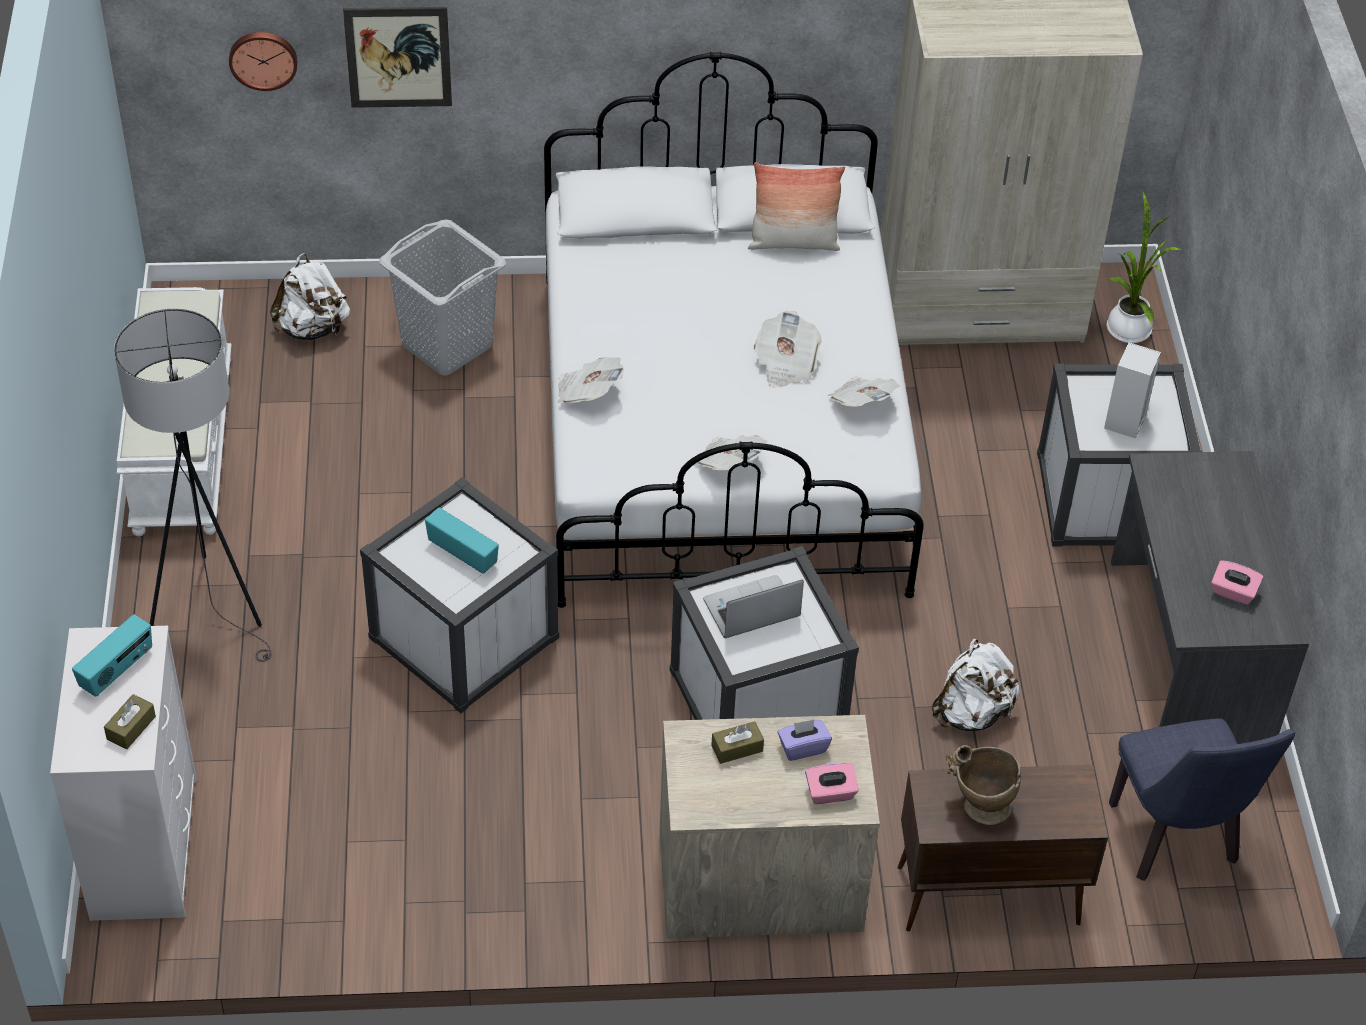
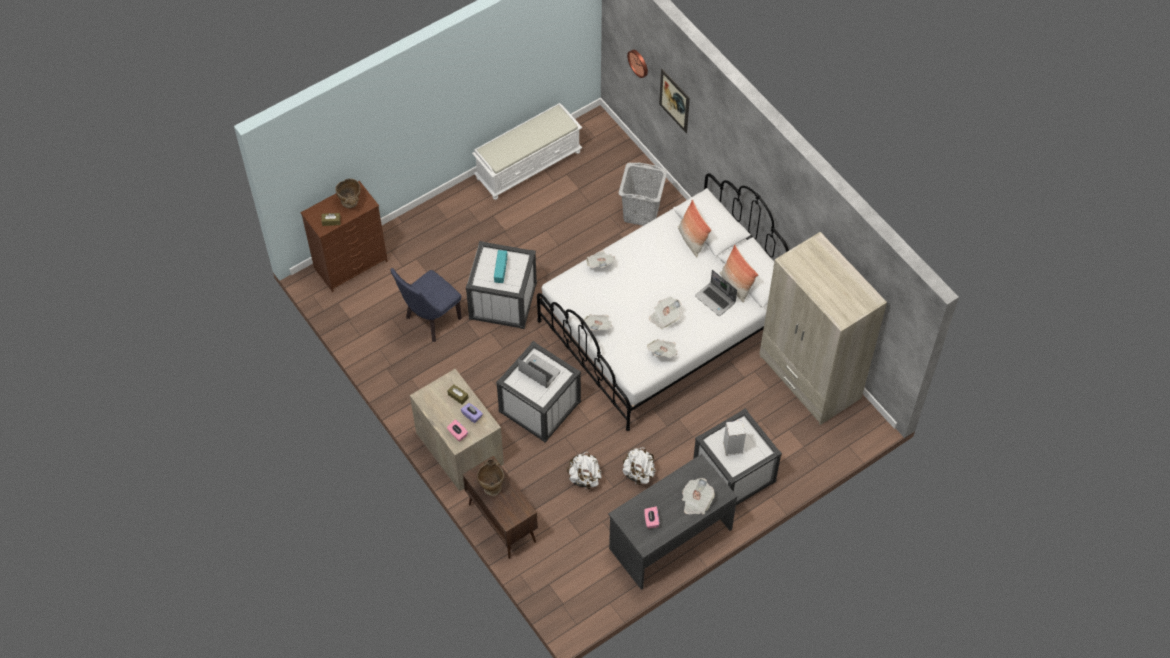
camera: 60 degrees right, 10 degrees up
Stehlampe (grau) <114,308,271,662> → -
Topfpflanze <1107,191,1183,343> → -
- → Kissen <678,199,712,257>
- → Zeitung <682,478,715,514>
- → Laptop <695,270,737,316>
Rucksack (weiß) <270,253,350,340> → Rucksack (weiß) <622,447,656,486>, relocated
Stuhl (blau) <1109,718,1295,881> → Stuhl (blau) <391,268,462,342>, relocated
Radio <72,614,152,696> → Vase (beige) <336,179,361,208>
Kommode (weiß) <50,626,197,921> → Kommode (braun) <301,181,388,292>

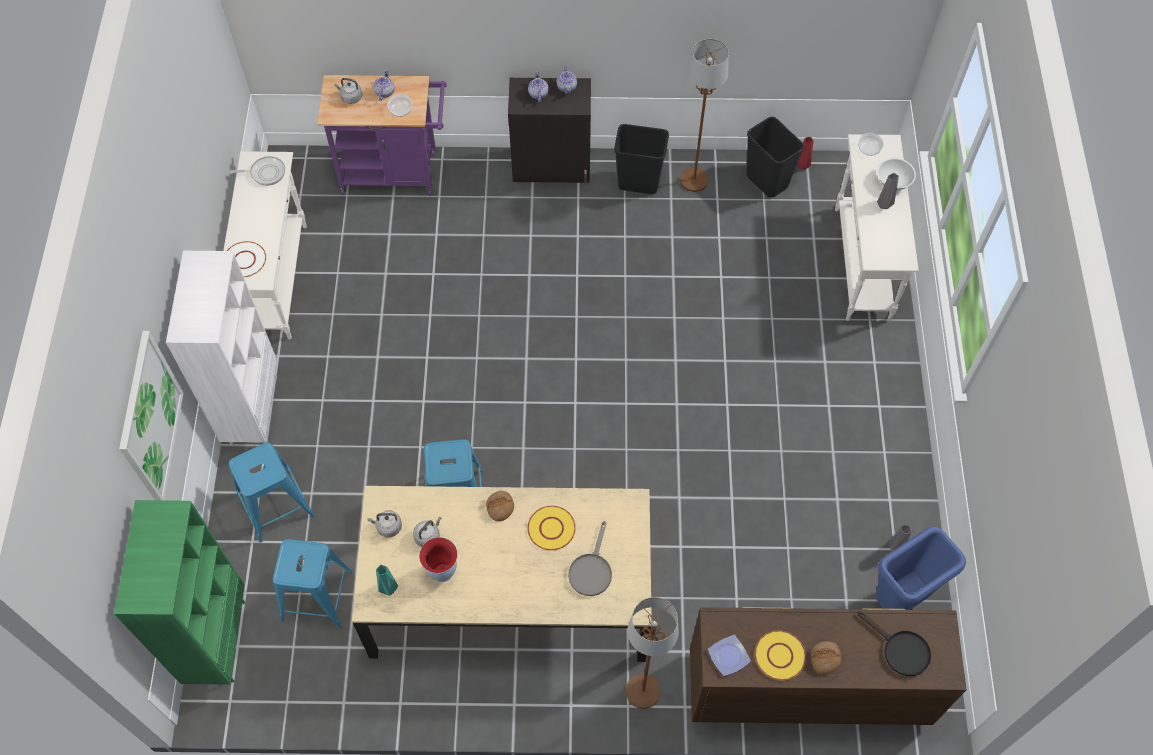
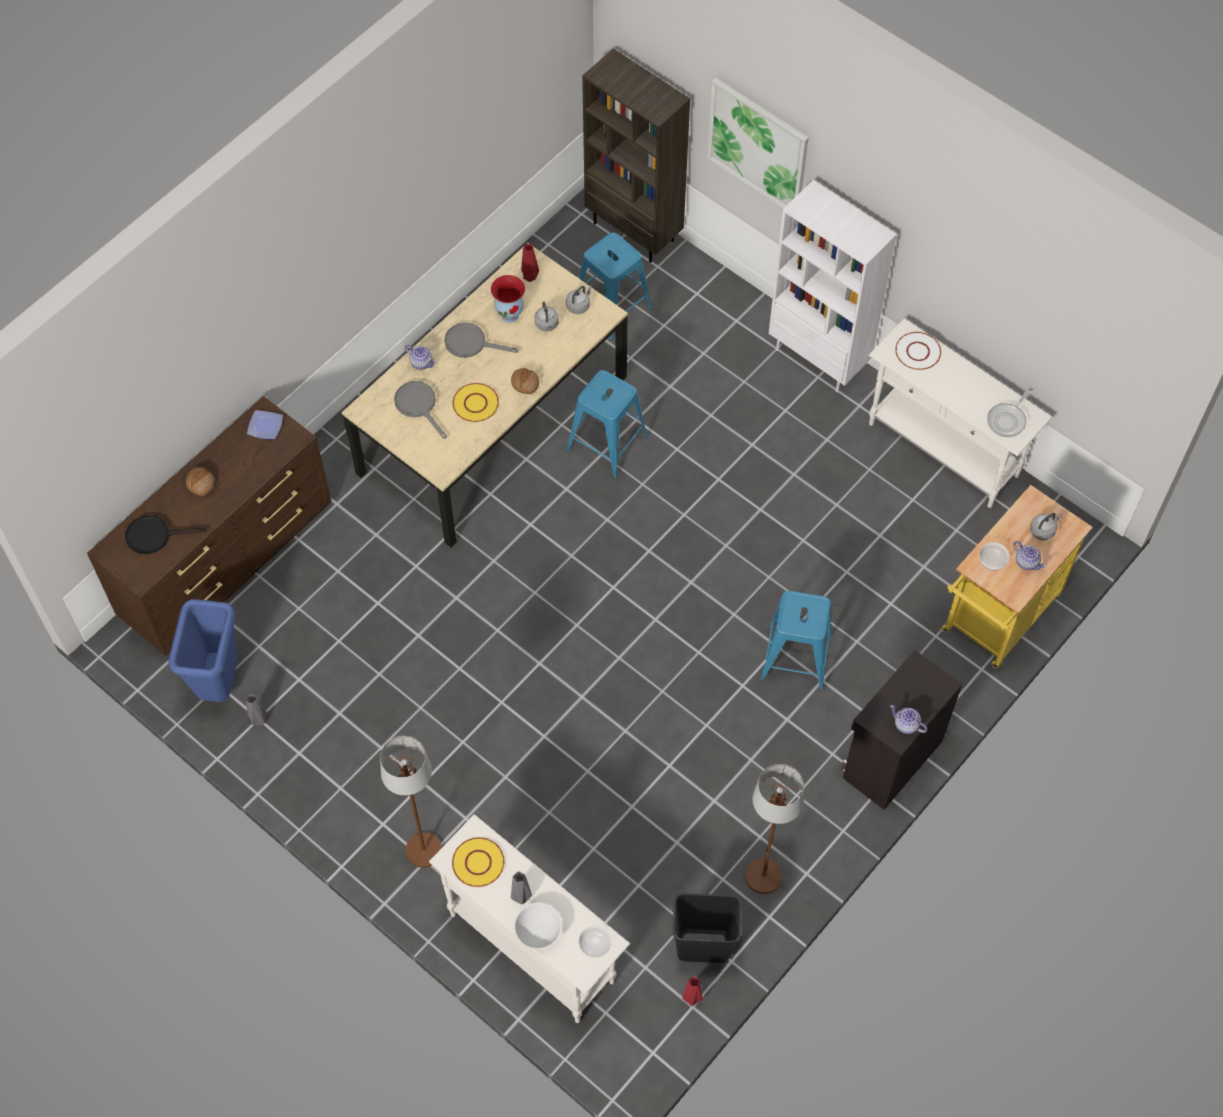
camera: 130 degrees right, 0 degrees up
Mülleimer (schwarz) <614,124,669,194> → -
- → Pfanne (grau) <444,323,519,358>
Hocker (blau) <229,442,314,543> → Hocker (blau) <760,591,832,690>, relocated
Teekanne <528,71,549,102> → Teekanne <405,345,436,370>, relocated
Stehlampe (braun) <626,597,679,709> → Stehlampe (braun) <380,736,442,868>, relocated
Teller (gelb) <755,630,806,681> → Teller (gelb) <452,837,504,887>, relocated
Bücherregal (grün) <114,500,245,685> → Bücherregal (braun) <582,49,690,263>
Rollwagen (lila) <317,75,447,195> → Rollwagen (gelb) <942,485,1092,668>
Vase (türkis) <376,565,398,596> → Vase (rot) <521,244,539,282>

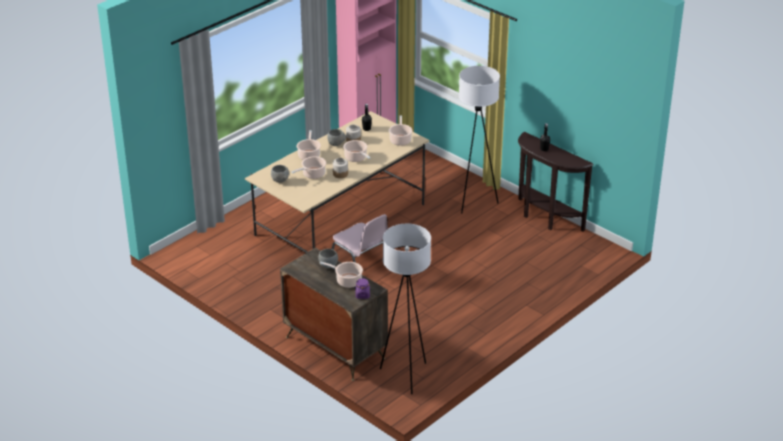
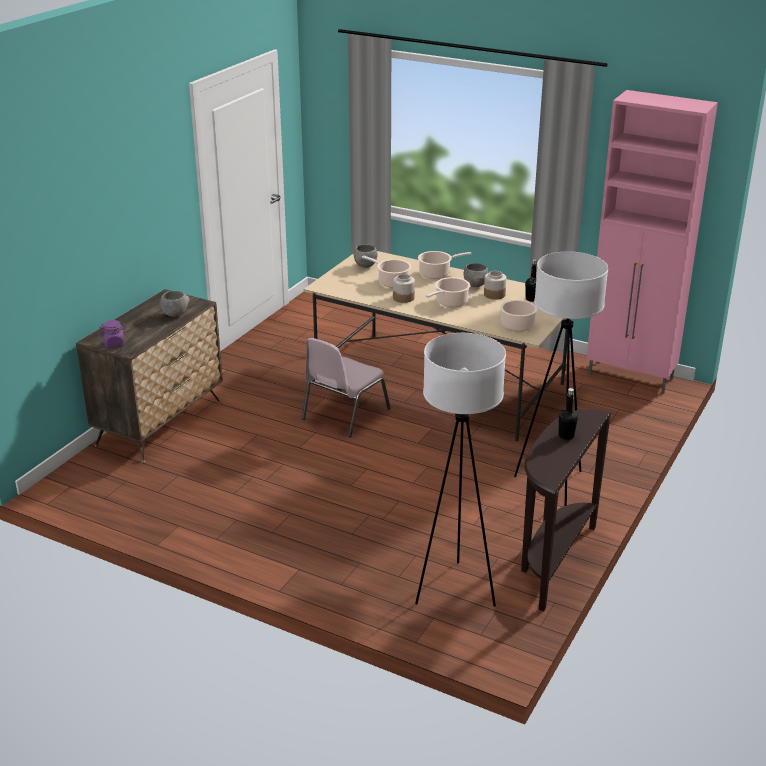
camera: 75 degrees right, 5 degrees down
Kochtopf <320,262,363,288> → -
Stehlampe (weiß) <380,224,431,394> → Stehlampe (weiß) <415,333,506,607>, relocated

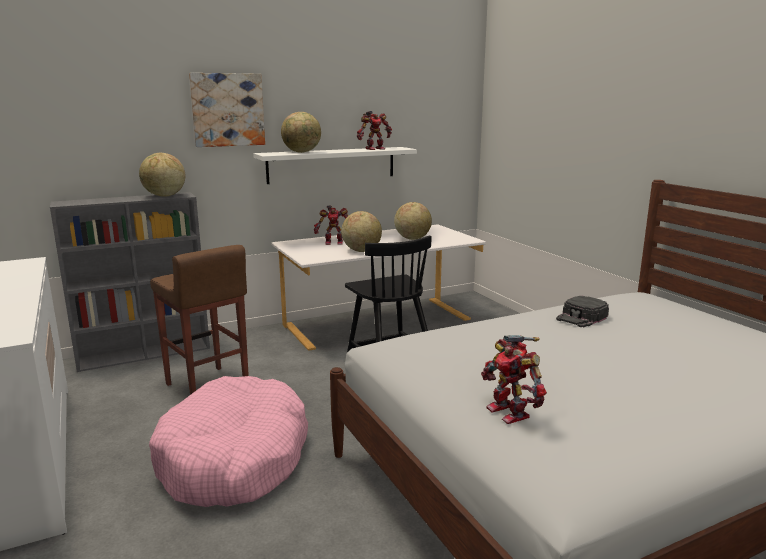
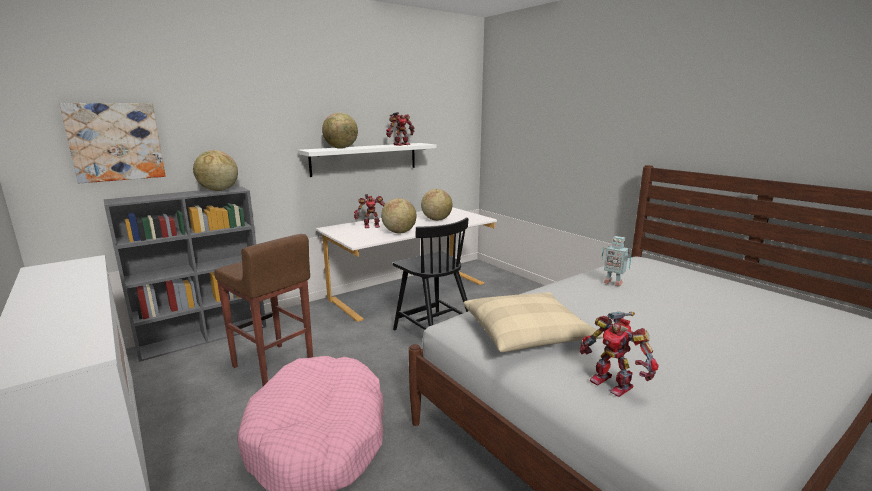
camera: 10 degrees left, 0 degrees up
- → Kissen (beige) <464,292,603,352>
Bild <189,73,265,147> → Bild <59,103,166,183>, relocated
Kappe (schwarz) <556,296,609,327> → Spielzeugroboter <601,236,631,286>

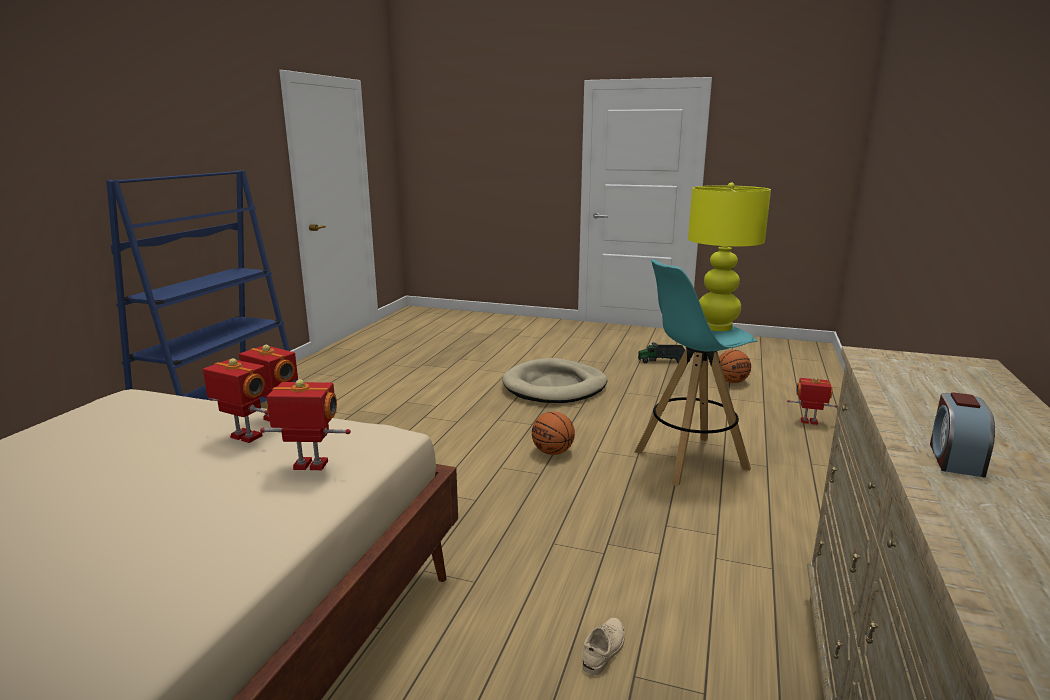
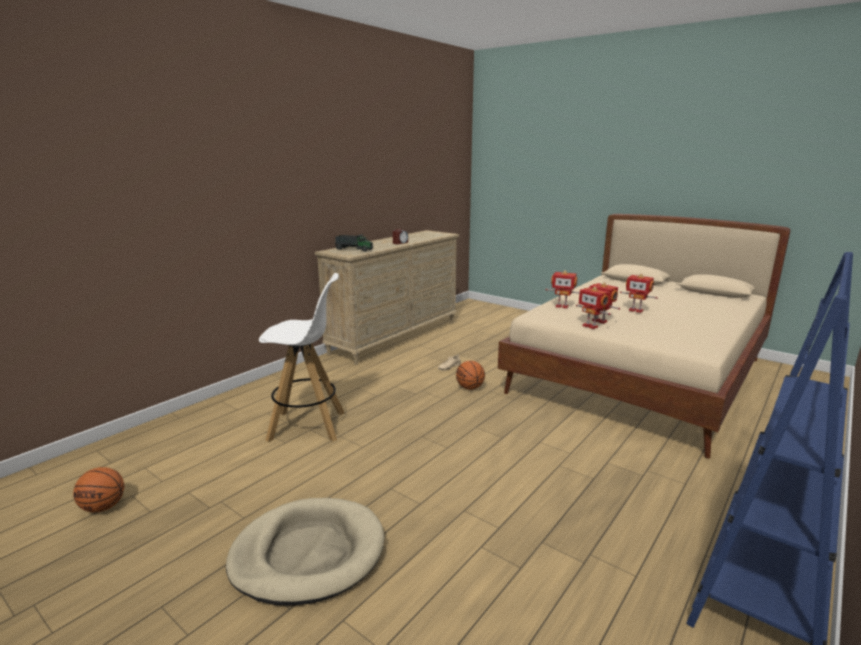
camera: 160 degrees left, 0 degrees up
Tischlampe (gelb) <688,182,771,331> → -
Basketball <532,412,575,455> → Basketball <456,361,485,390>, relocated
Spielzeuglaster <638,343,685,364> → Spielzeuglaster <335,234,373,252>, relocated
Spielzeugroboter <787,377,838,425> → Spielzeugroboter <620,274,658,313>, relocated
Hocker (türkis) <635,259,757,486> → Hocker (weiß) <259,273,344,442>

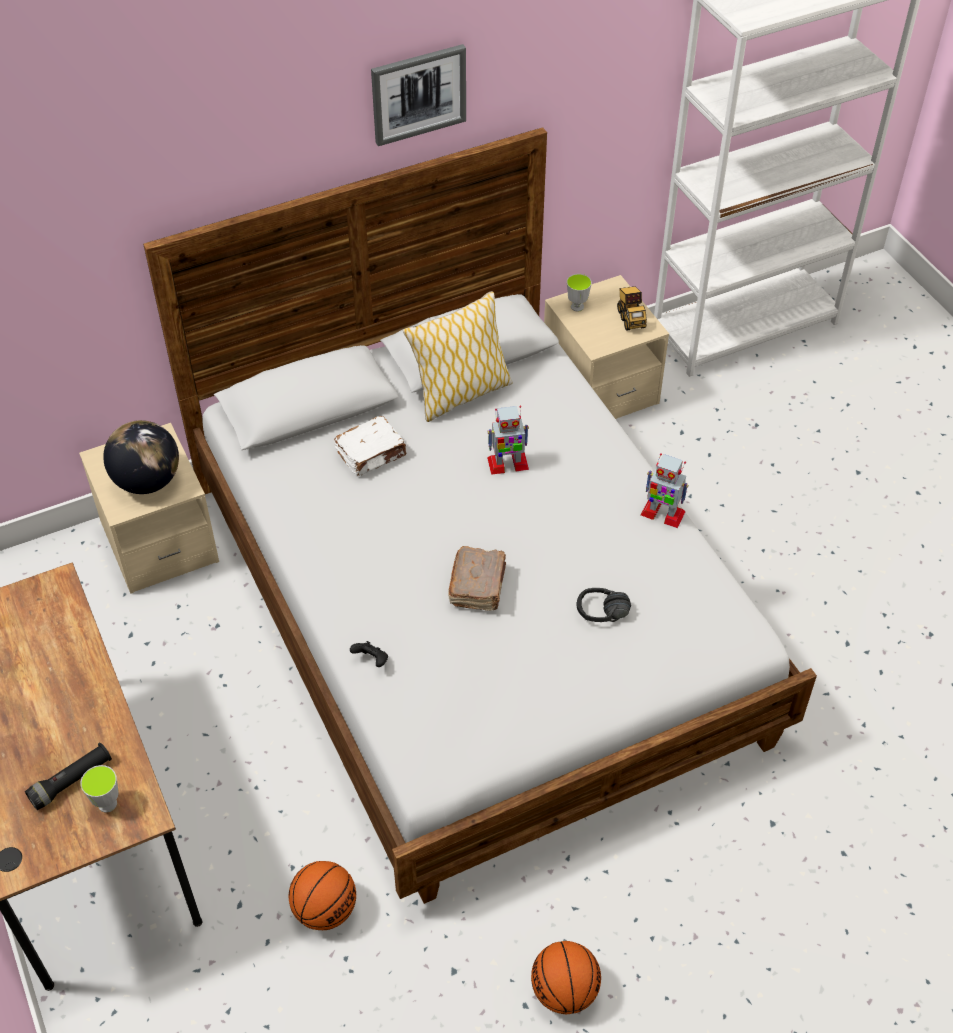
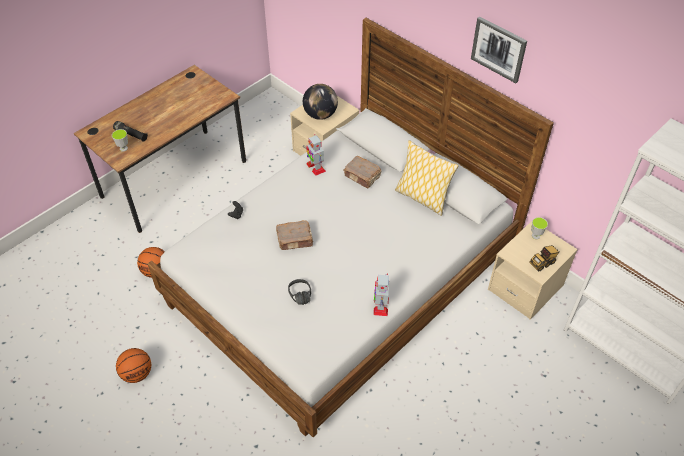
camera: 70 degrees right, 0 degrees up
Spielzeugroboter <487,406,529,475> → Spielzeugroboter <306,134,326,176>, relocated
Buch (weiß) <334,416,407,476> → Buch (braun) <343,156,381,189>

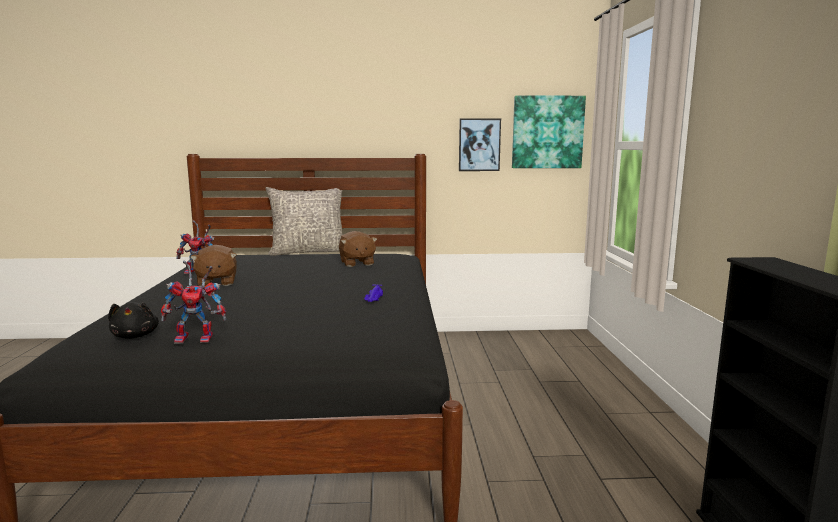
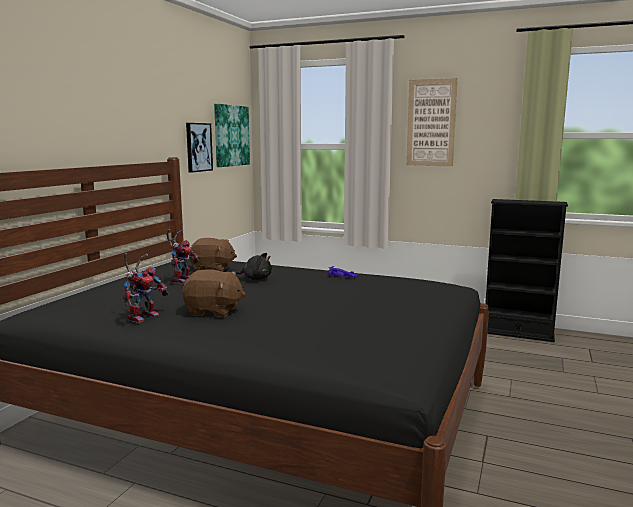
camera: 65 degrees left, 0 degrees up
Kissen (grau) <266,187,343,256> → -
- → Bild <406,78,458,166>
Plüschtier (schwarz) <108,302,159,339> → Plüschtier (schwarz) <236,253,272,280>, relocated
Spielzeugroboter <161,260,226,344> → Spielzeugroboter <166,229,199,283>, relocated

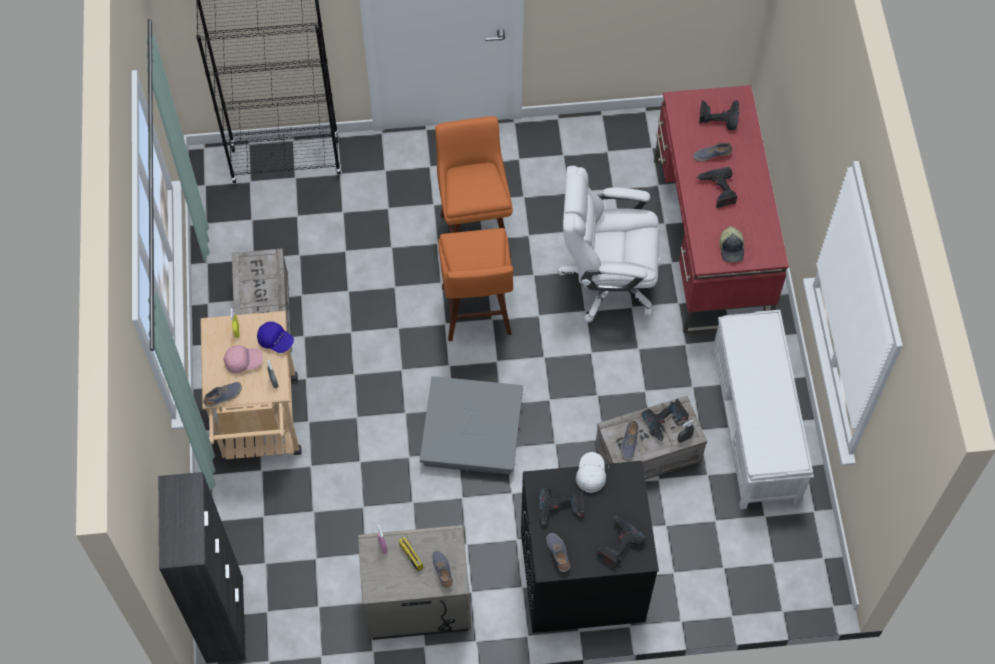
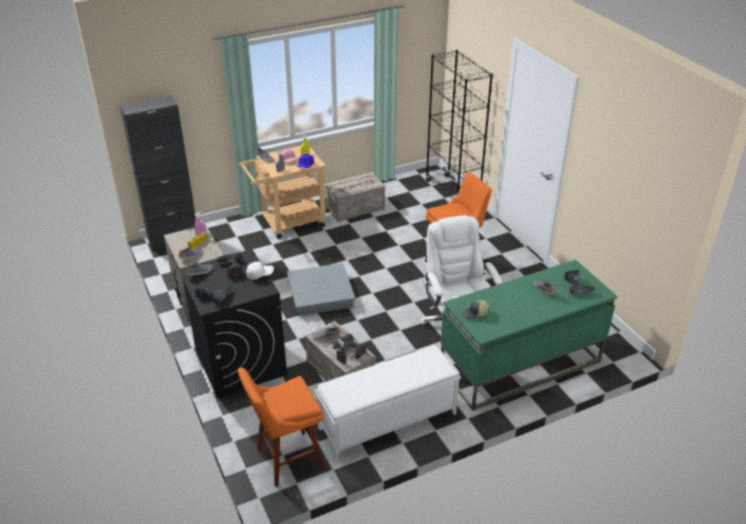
camera: 70 degrees right, 25 degrees down
Bohrmaschine <697,167,737,208> → -
Hocker (orange) <438,228,513,341> → Hocker (orange) <238,367,325,487>, relocated
Schreibtisch (rot) <654,85,789,333> → Schreibtisch (grün) <441,260,617,411>

